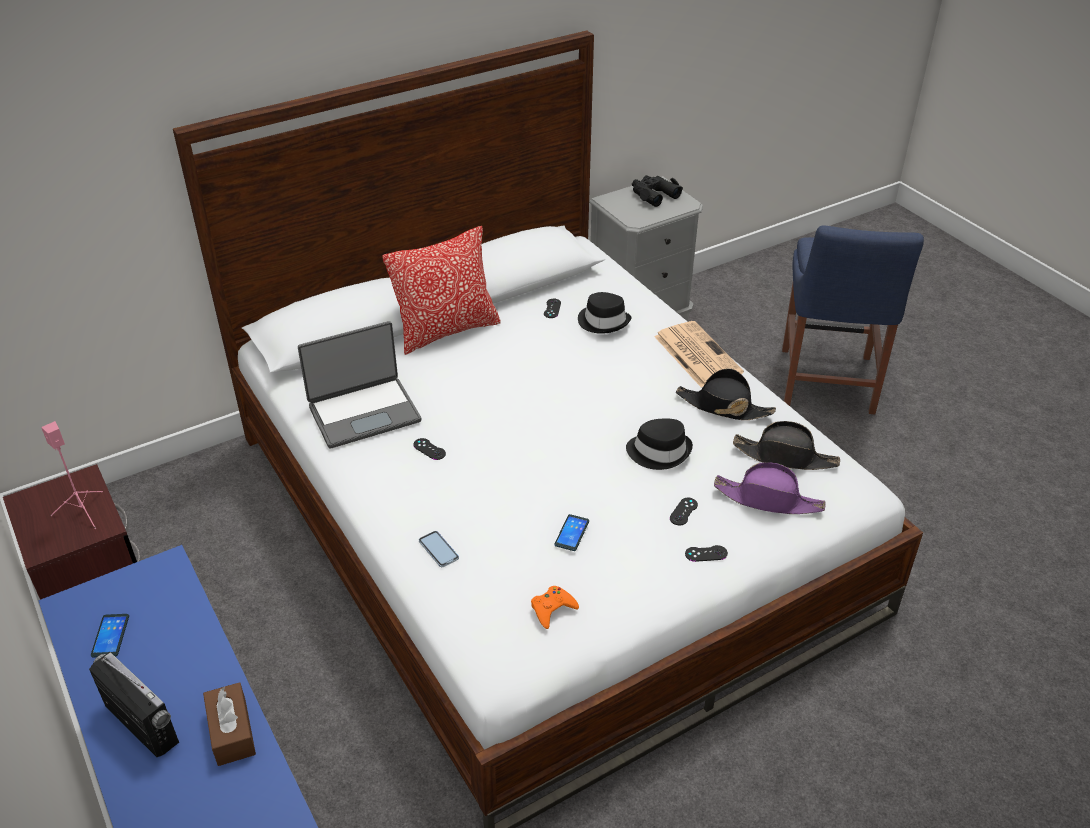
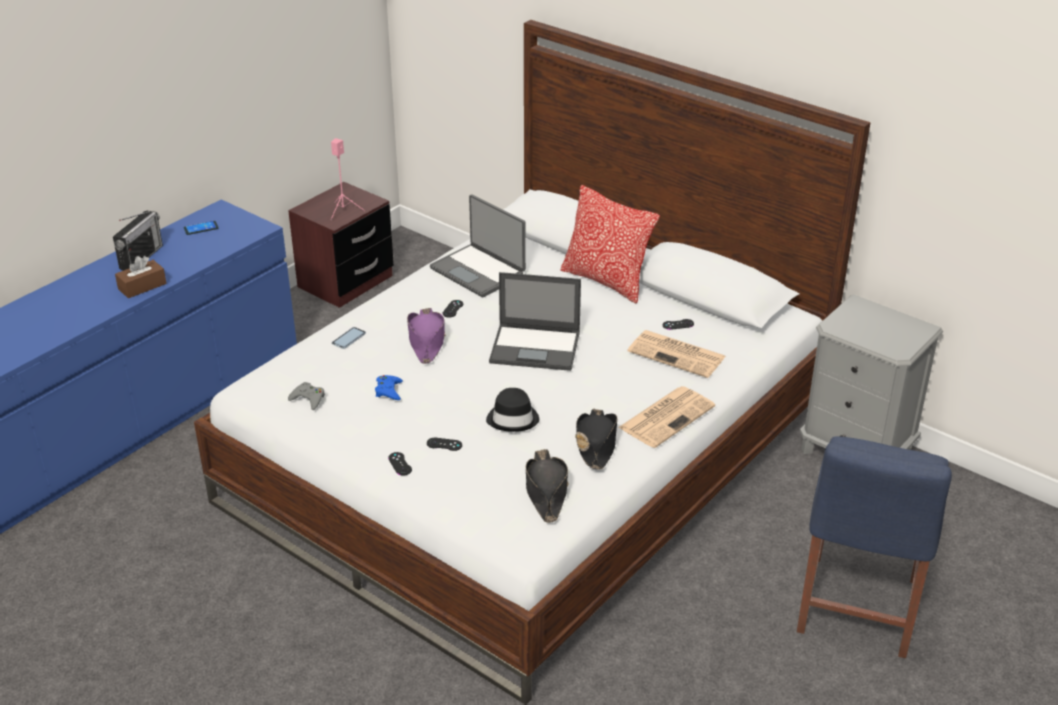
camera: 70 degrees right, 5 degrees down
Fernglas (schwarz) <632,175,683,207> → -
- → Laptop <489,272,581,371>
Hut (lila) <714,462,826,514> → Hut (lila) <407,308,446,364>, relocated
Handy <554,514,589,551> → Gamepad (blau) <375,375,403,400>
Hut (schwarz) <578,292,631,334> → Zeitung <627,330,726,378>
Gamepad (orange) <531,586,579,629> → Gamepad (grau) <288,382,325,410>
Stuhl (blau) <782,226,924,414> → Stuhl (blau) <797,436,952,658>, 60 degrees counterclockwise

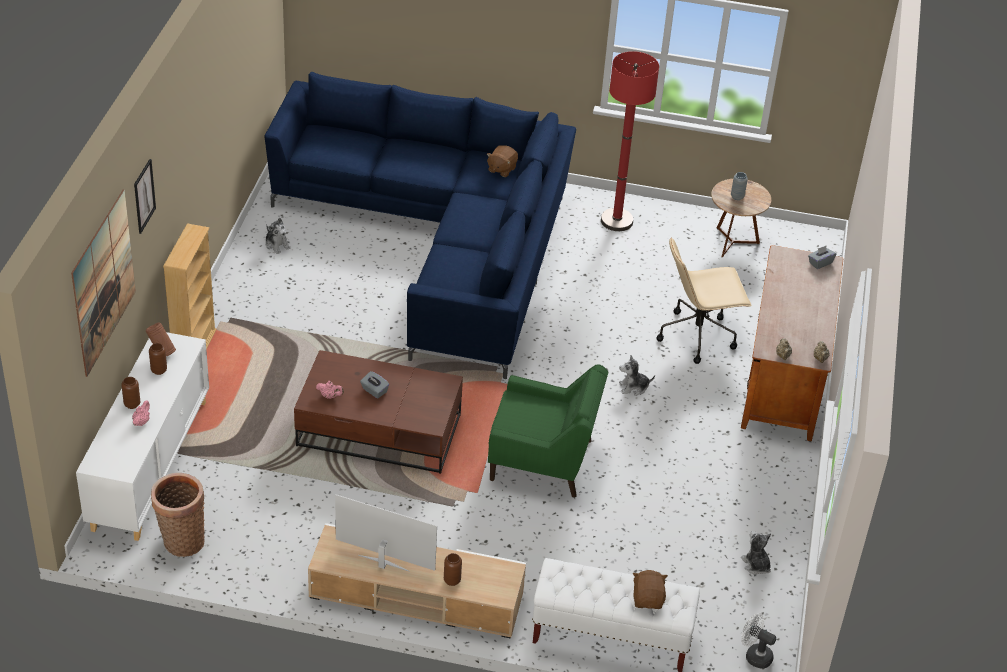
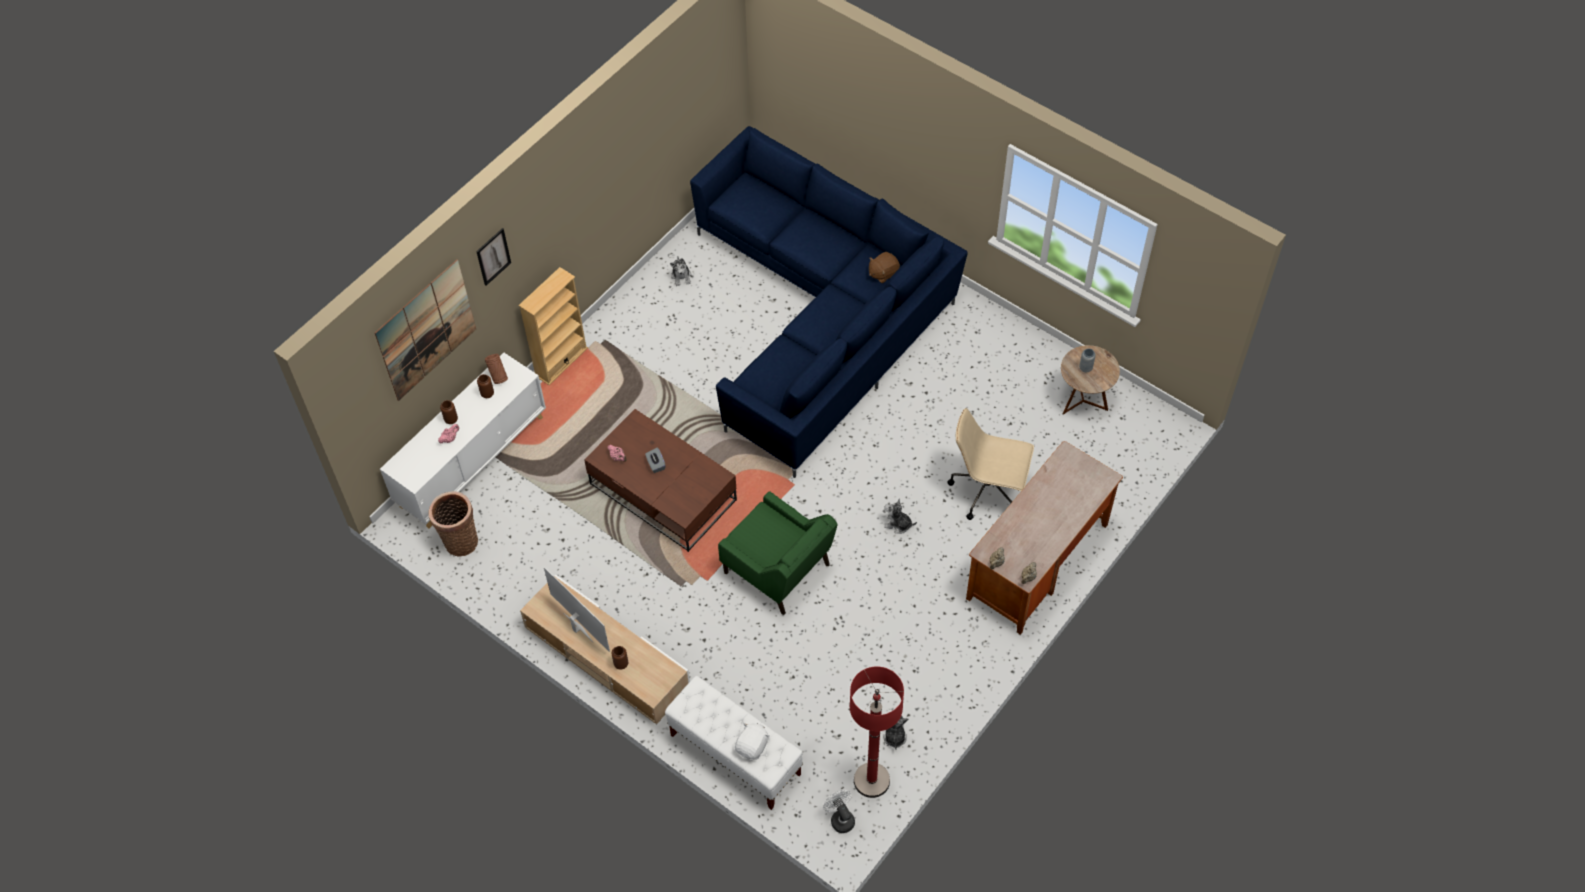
camera: 30 degrees right, 15 degrees up
Taschentuchbox (grau) <808,246,837,269> → -
Stehlampe (rot) <601,51,659,231> → Stehlampe (rot) <850,666,904,798>, relocated
Plüschtier (braun) <633,570,668,609> → Plüschtier (weiß) <735,723,770,760>

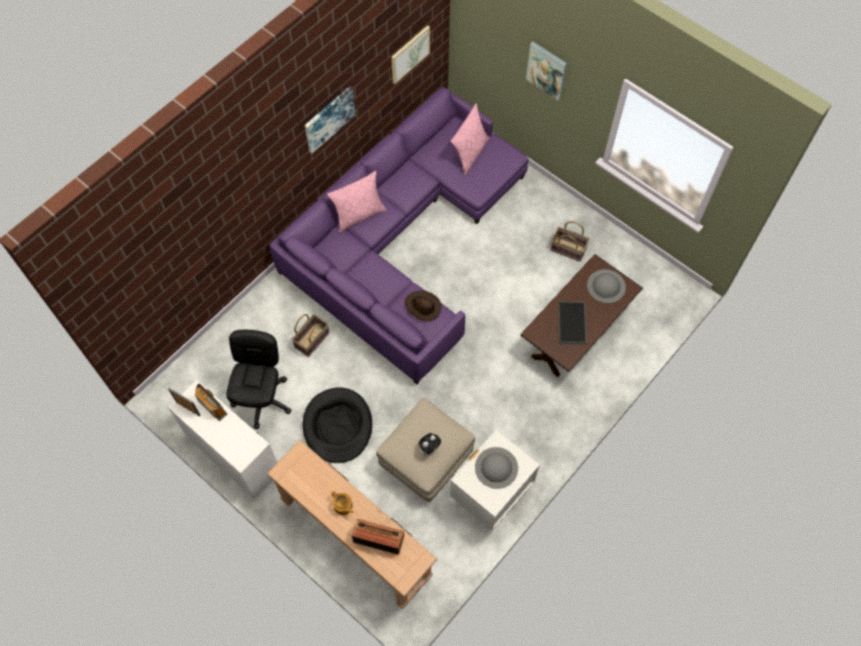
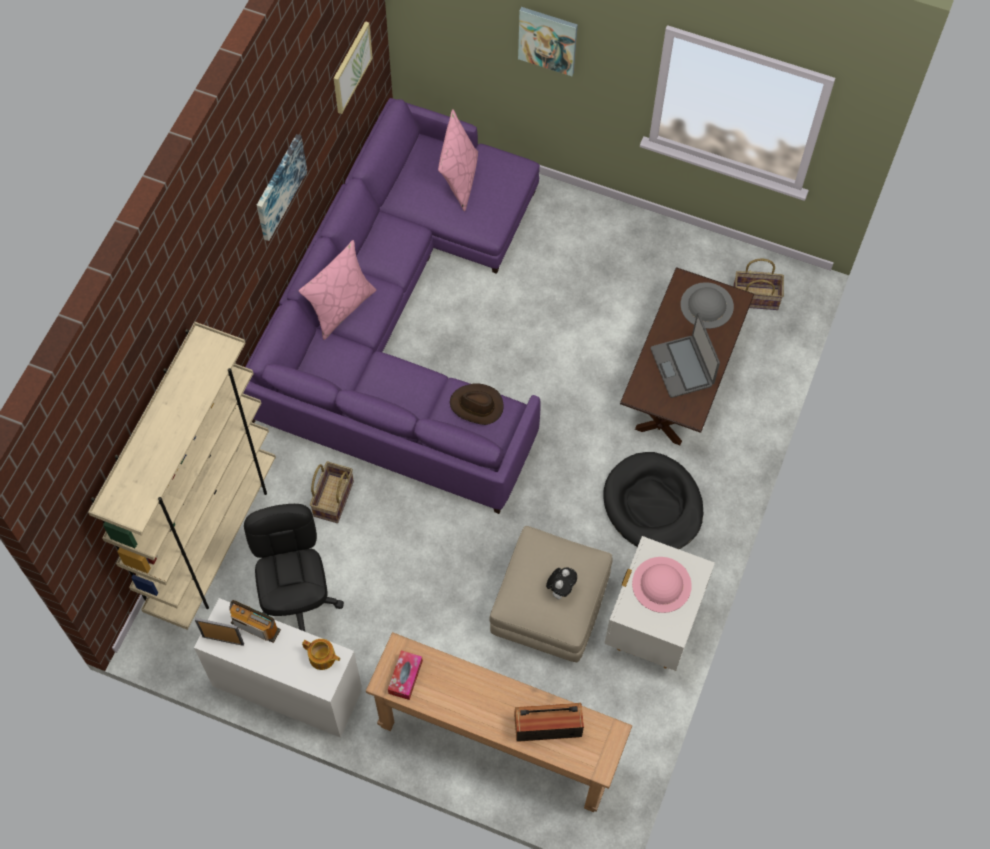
camera: 20 degrees left, 0 degrees up
- → Bücherregal (beige) <88,322,276,630>
- → Taschentuchbox <388,650,423,700>
Hundebett (schwarz) <303,387,372,463> → Hundebett (schwarz) <603,452,703,549>, relocated
Teekanne <331,490,353,515> → Teekanne <302,639,340,670>, relocated
Korb <551,221,590,262> → Korb <733,258,784,310>, relocated
Tablett <558,301,587,344> → Laptop <651,313,720,398>
Hut (grau) <475,447,518,489> → Hut (rosa) <632,557,692,613>

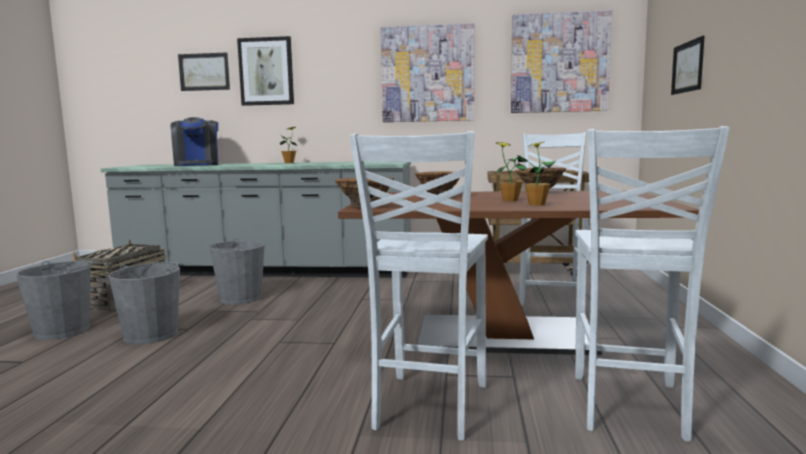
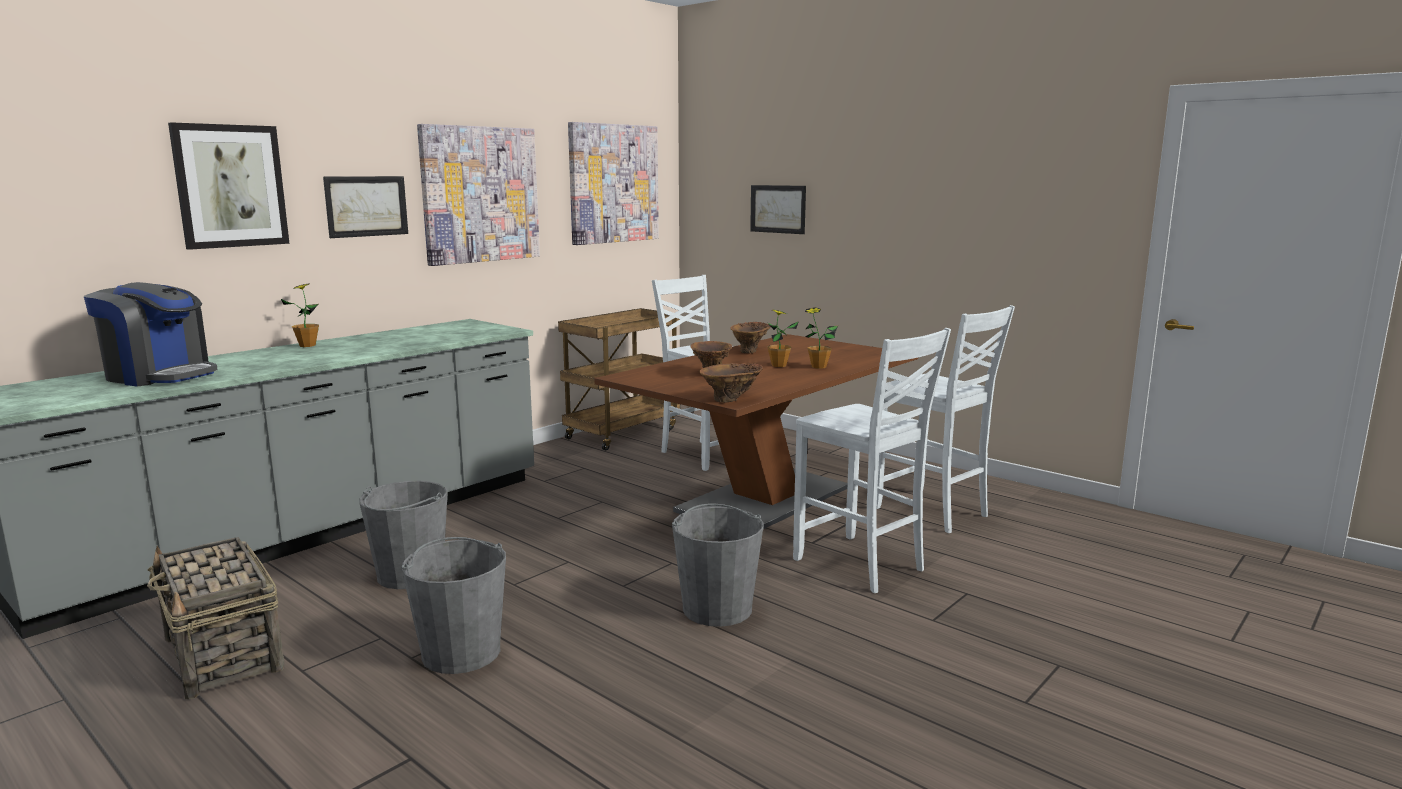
camera: 55 degrees left, 5 degrees up
Eimer (grau) <16,261,93,340> → Eimer (grau) <672,504,764,627>, relocated
Bild <178,52,230,91> → Bild <323,176,408,238>, relocated

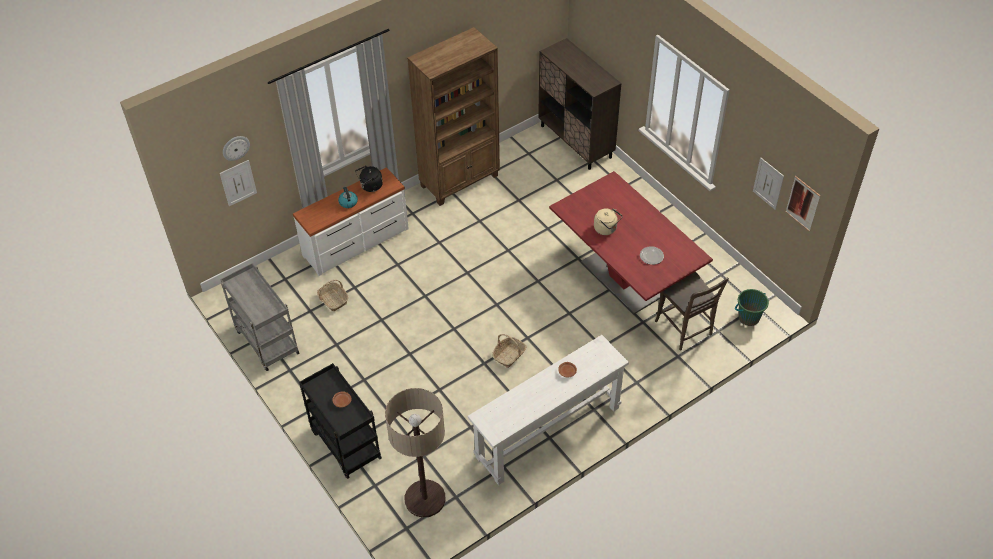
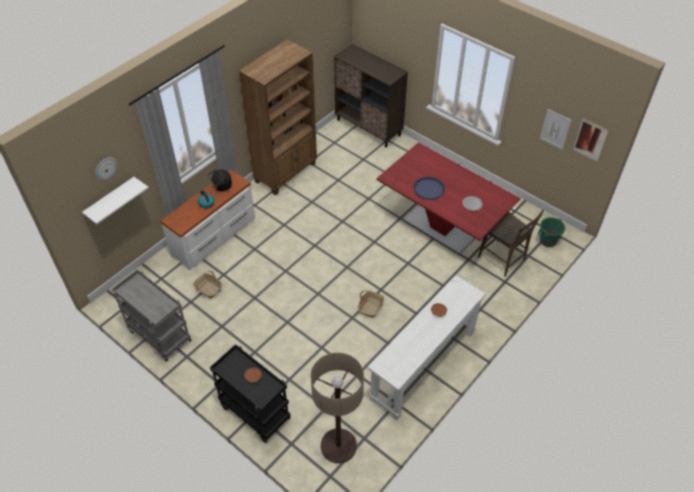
camera: 15 degrees left, 0 degrees up
Bild <220,160,257,206> → Wandregal (weiß) <82,177,148,224>
Wasserkessel (beige) <594,208,623,235> → Tablett (blau) <413,177,445,200>

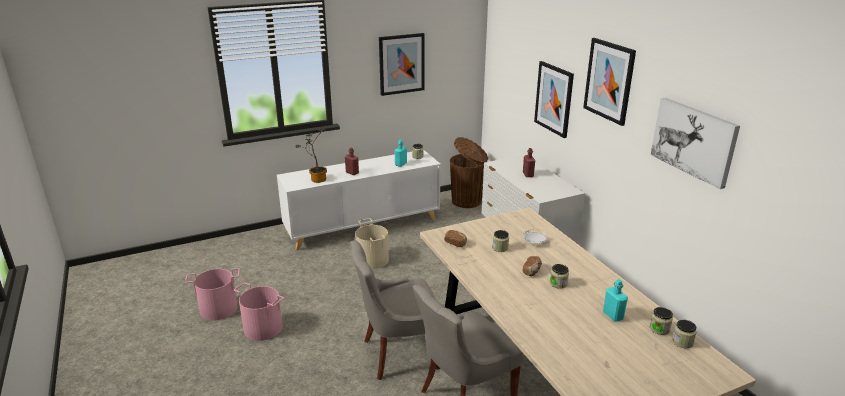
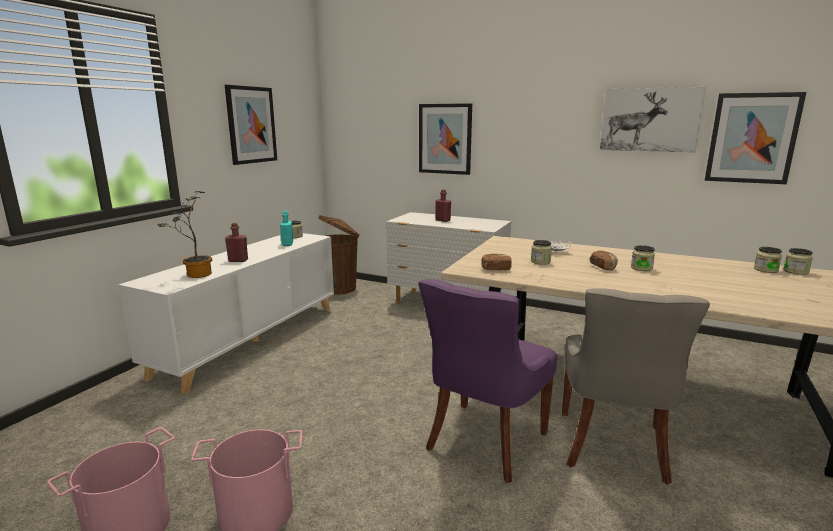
camera: 40 degrees left, 10 degrees down
Eimer (beige) <355,218,389,269> → -
Flasche (türkis) <603,279,628,322> → -
Bild <583,38,636,126> → Bild <705,92,806,184>, relocated
Stuhl (grau) <350,240,440,380> → Stuhl (lila) <418,279,557,483>

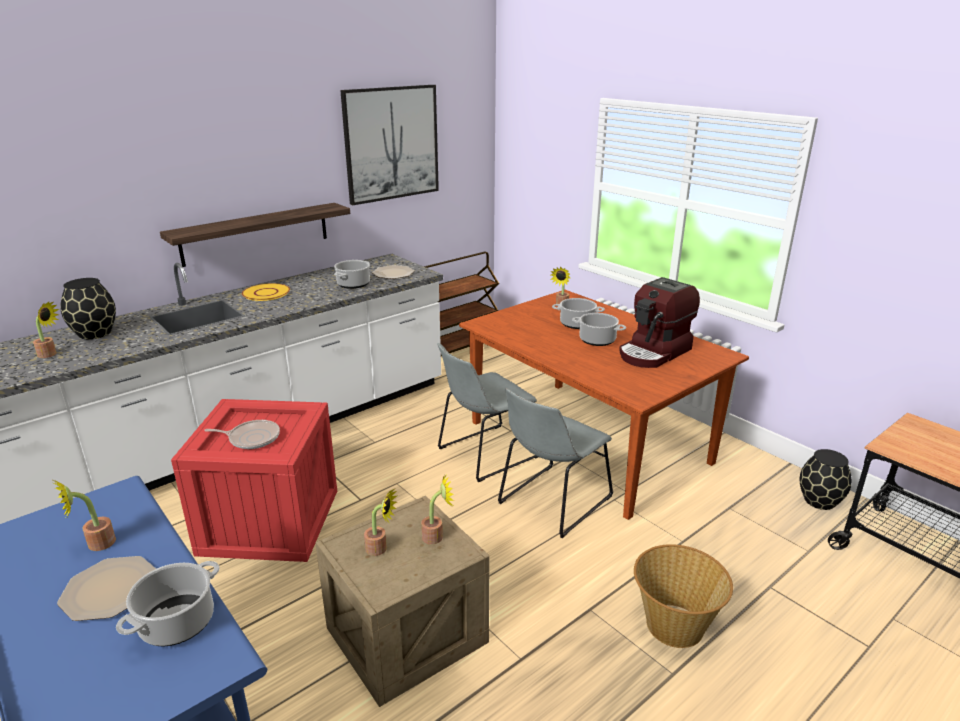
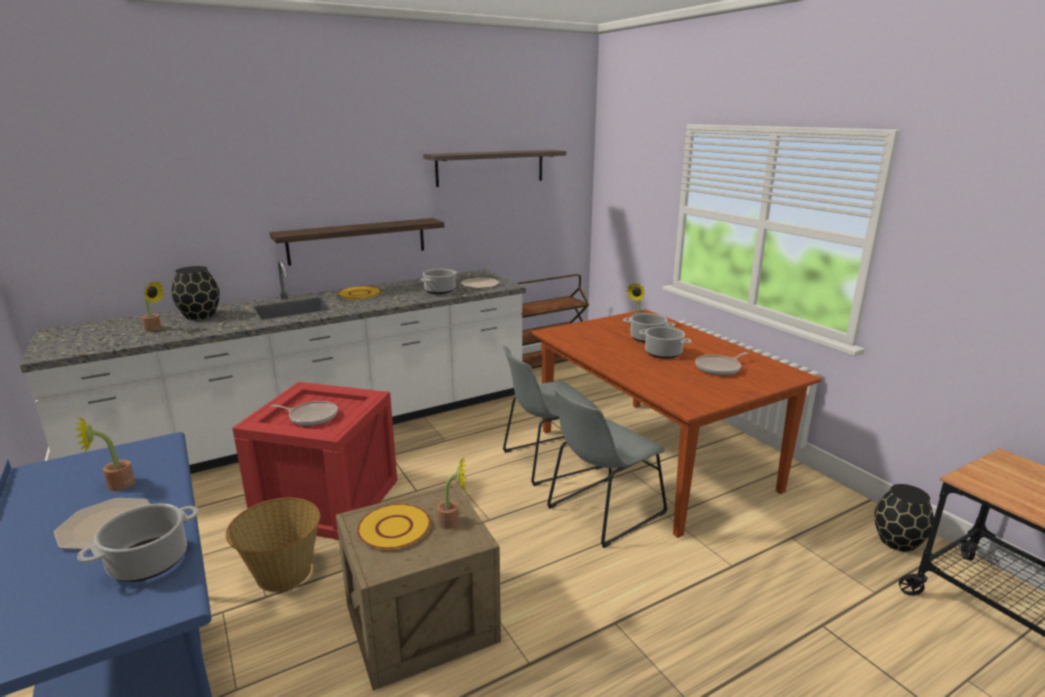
camera: 10 degrees right, 5 degrees down
Korb <634,544,733,648> → Korb <226,498,321,592>, relocated
Bild <340,85,439,205> → Wandregal <423,150,566,187>
Topfpflanze <364,489,397,556> → Teller (gelb) <357,504,431,550>
Kaffeemaschine <619,277,700,368> → Pfanne <695,352,748,376>

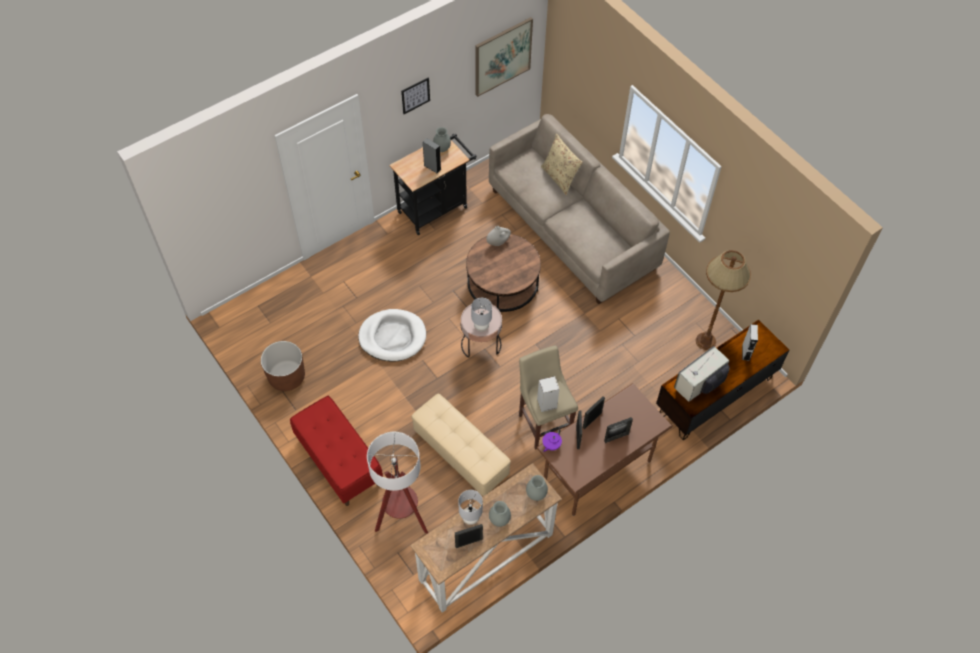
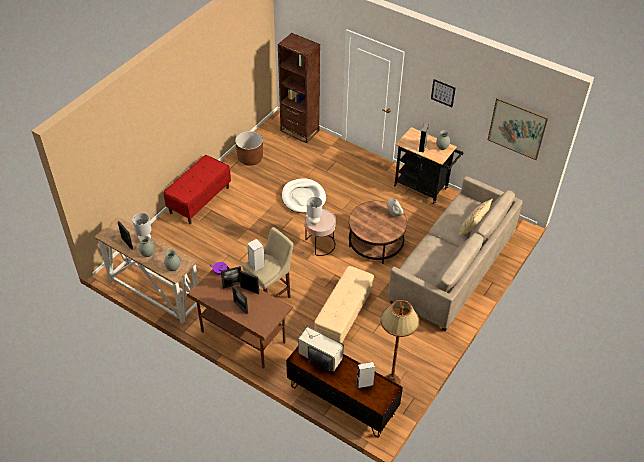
camera: 70 degrees right, 10 degrees down
Stehlampe <367,432,428,534> → -
- → Bücherregal (braun) <278,33,320,143>
Polsterhocker (beige) <412,394,511,496> → Polsterhocker (beige) <314,266,374,343>, relocated

